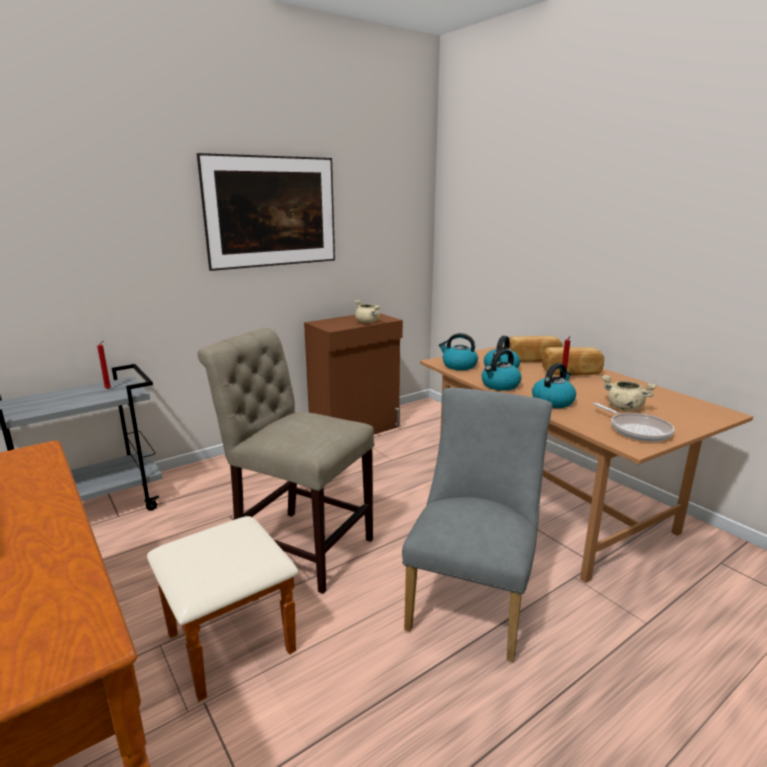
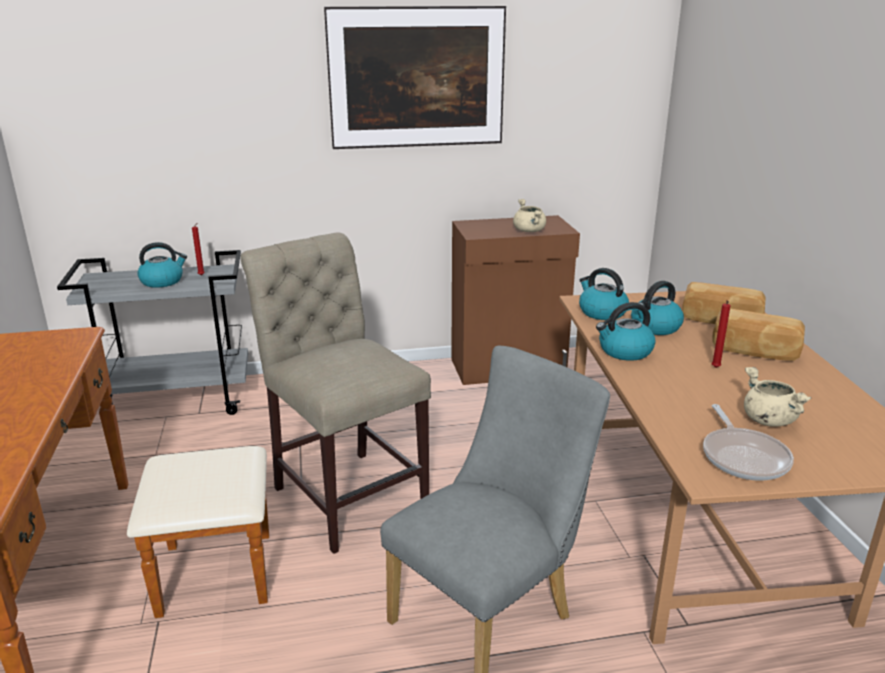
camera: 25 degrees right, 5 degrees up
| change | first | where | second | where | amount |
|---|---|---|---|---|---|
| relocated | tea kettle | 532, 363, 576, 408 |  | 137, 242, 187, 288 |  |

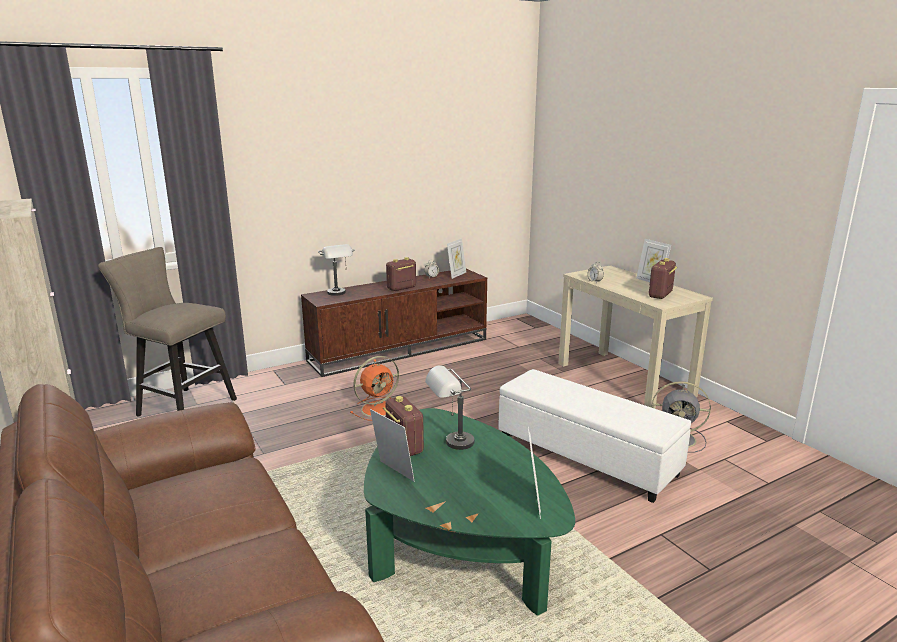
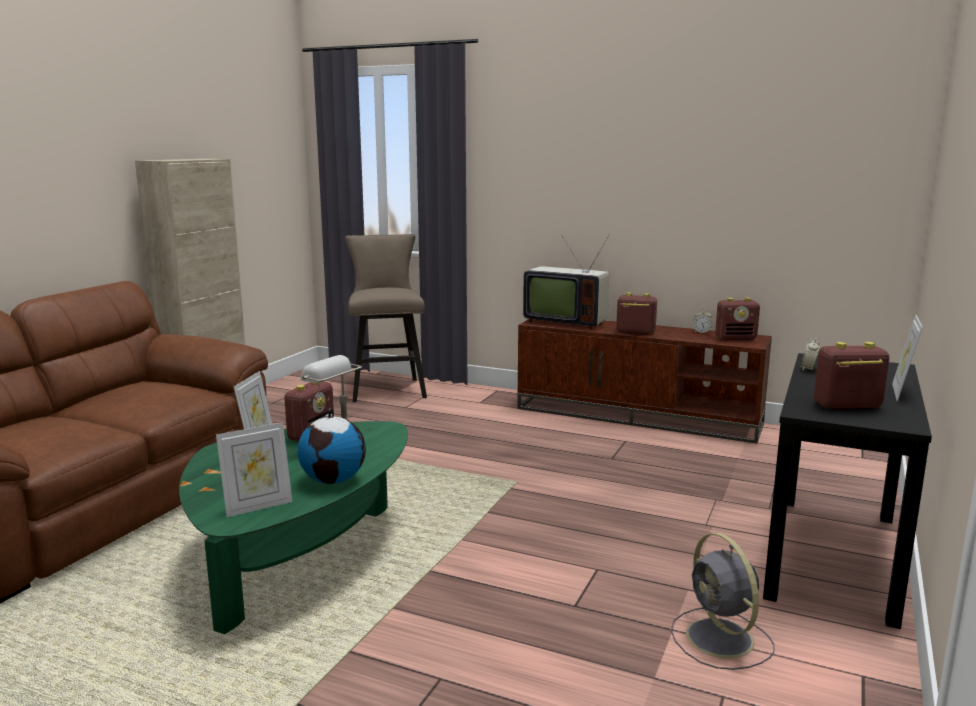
camera: 55 degrees right, 5 degrees down
| change | first | where | second | where | amount |
|---|---|---|---|---|---|
| exchanged | grey table lamp | 318, 244, 354, 296 | TV | 523, 234, 610, 330 |  |
| missing | orange fan | 350, 356, 399, 421 |  |  |  |
| exchanged | picture frame | 447, 238, 466, 279 | radio set | 715, 298, 760, 340 |  |
| missing | white-coloured footrest | 499, 369, 691, 503 |  |  |  |
| colour | beige-coloured hall table | 559, 265, 713, 409 | blackish hall table | 763, 353, 932, 629 |  |
| appeared |  |  | world globe | 297, 408, 366, 484 |  |

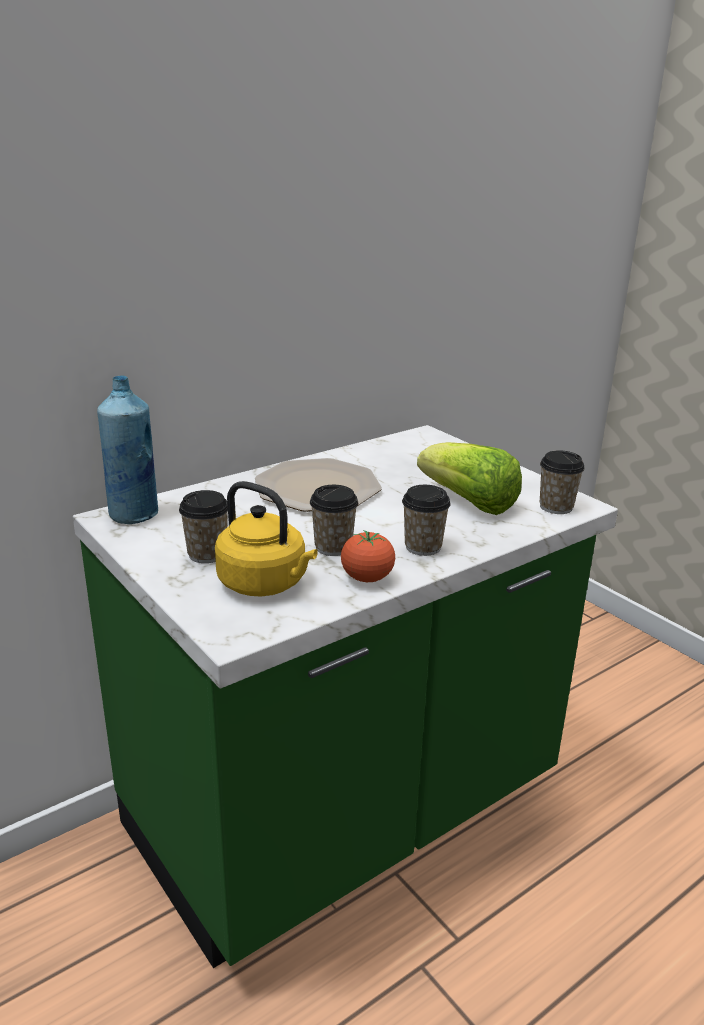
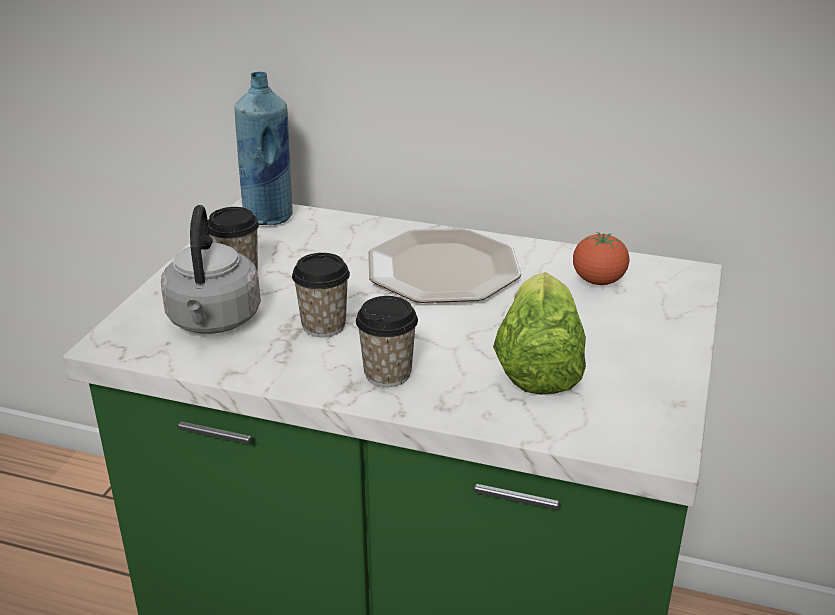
camera: 55 degrees right, 5 degrees up
| change | first | where | second | where | amount |
|---|---|---|---|---|---|
| colour | yellow-coloured tea kettle | 215, 481, 318, 596 | grey tea kettle | 161, 205, 261, 334 |  |
| relocated | whole tomato | 341, 530, 395, 582 |  | 573, 232, 629, 285 |  |
| missing | drinking cup | 540, 450, 585, 514 |  |  |  |

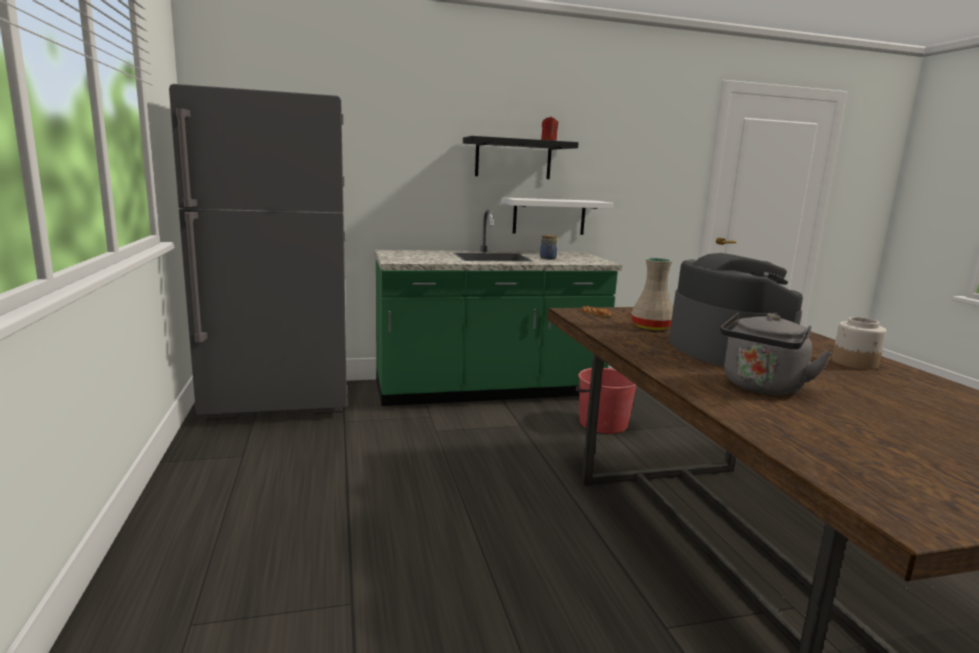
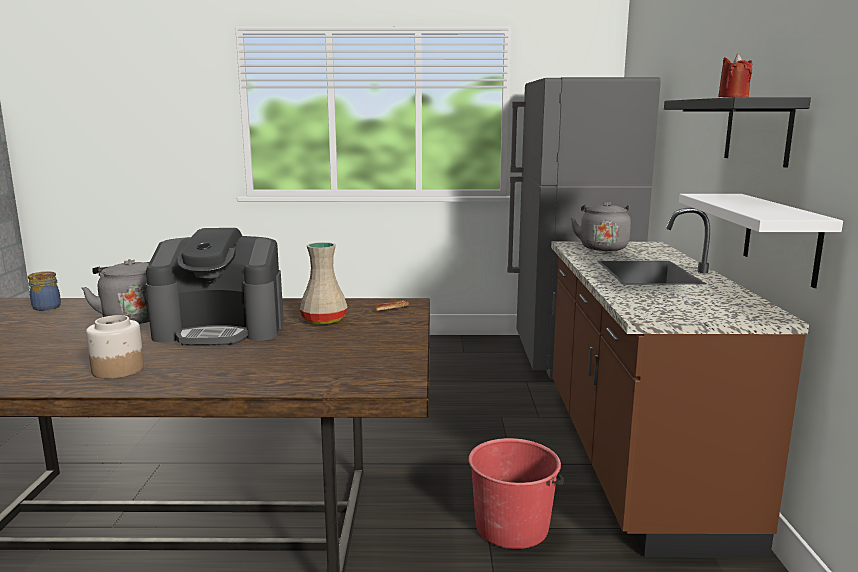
camera: 105 degrees right, 0 degrees up
| change | first | where | second | where | amount |
|---|---|---|---|---|---|
| colour | green-coloured counter | 374, 210, 622, 406 | brown-coloured counter | 551, 208, 809, 558 |  |
| relocated | storage jar | 540, 235, 557, 259 |  | 27, 271, 61, 311 |  |
| appeared |  |  | grey tea kettle | 571, 202, 631, 251 |  |

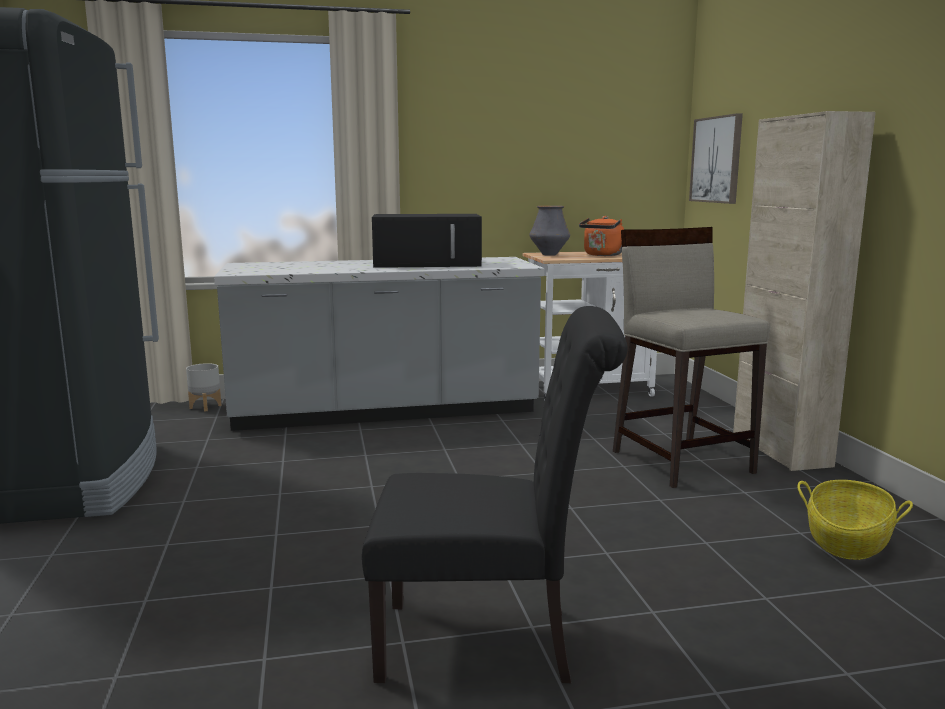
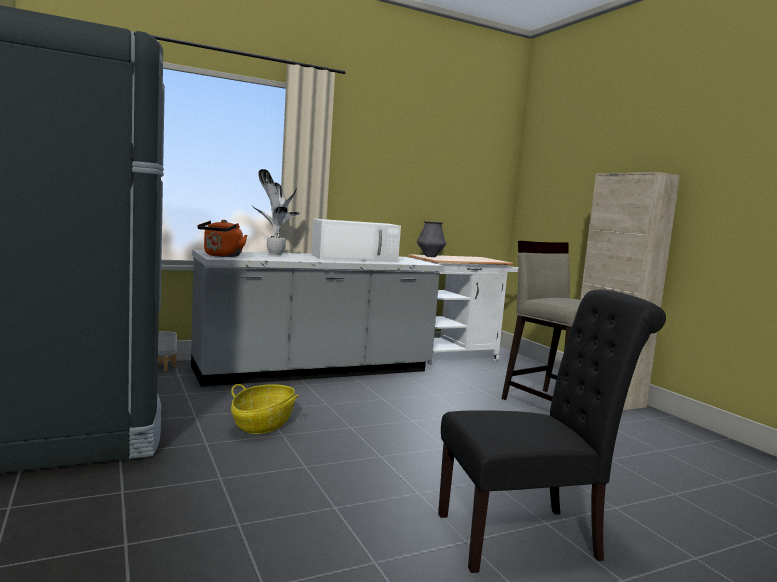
camera: 15 degrees left, 5 degrees down
| change | first | where | second | where | amount |
|---|---|---|---|---|---|
| colour | blackish kitchen microwave | 372, 214, 482, 268 | white-coloured kitchen microwave | 311, 219, 401, 262 |  |
| relocated | orange tea kettle | 579, 216, 624, 256 |  | 197, 220, 247, 257 |  |
| missing | wall art | 689, 113, 743, 204 |  |  |  |
| relocated | basket | 797, 480, 913, 560 |  | 231, 384, 299, 434 |  |
| appeared |  |  | potted plant | 251, 169, 300, 255 |  |

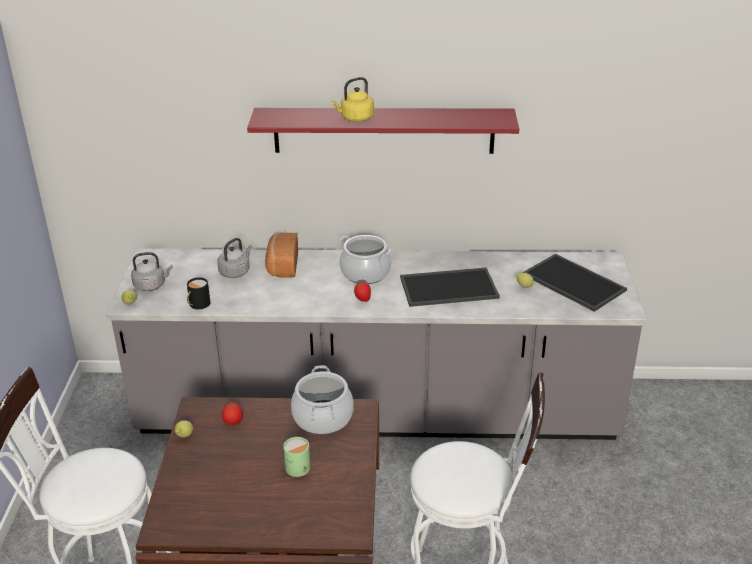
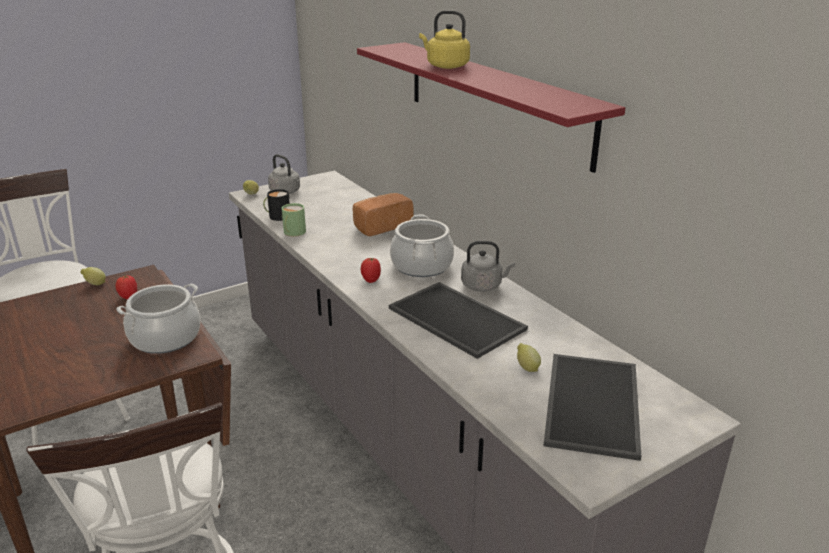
camera: 55 degrees right, 5 degrees down
| change | first | where | second | where | amount |
|---|---|---|---|---|---|
| relocated | grey tea kettle | 217, 238, 252, 278 |  | 461, 241, 515, 292 |  |
| relocated | green-coloured tea mug | 283, 437, 311, 477 |  | 281, 203, 306, 236 |  |

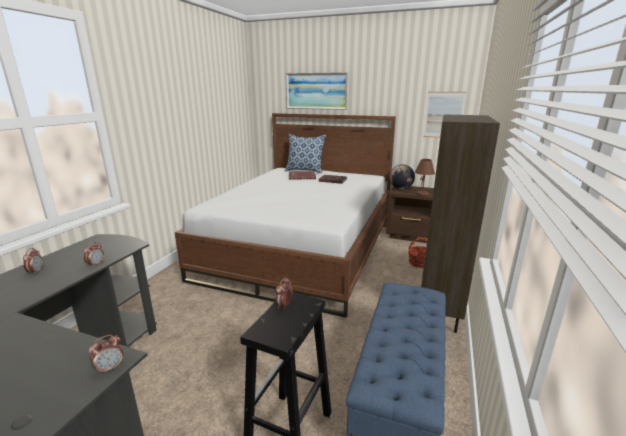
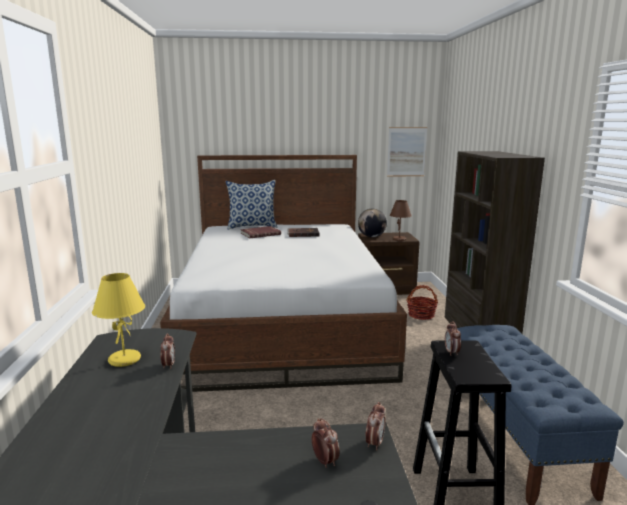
camera: 25 degrees left, 5 degrees down
| change | first | where | second | where | amount |
|---|---|---|---|---|---|
| relocated | table clock | 23, 248, 43, 275 |  | 312, 418, 340, 468 |  |
| missing | wall art | 286, 72, 348, 110 |  |  |  |
| appeared |  |  | yellow-coloured table lamp | 92, 273, 145, 367 |  |

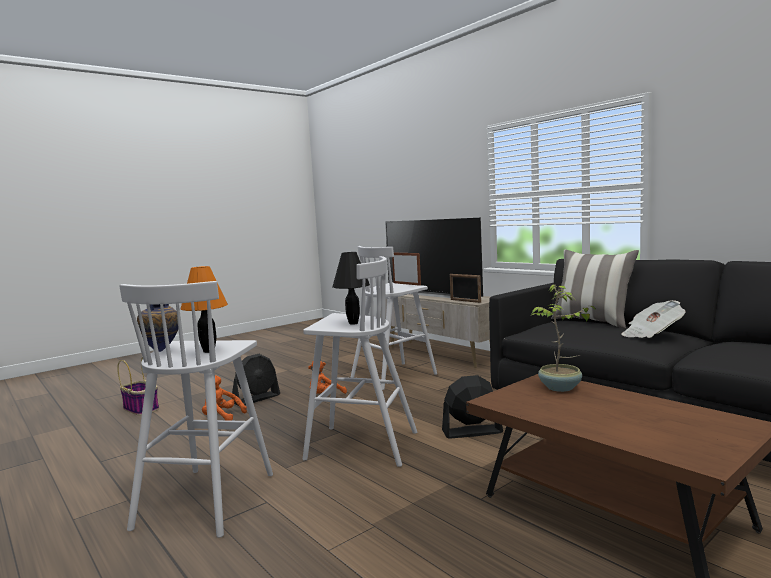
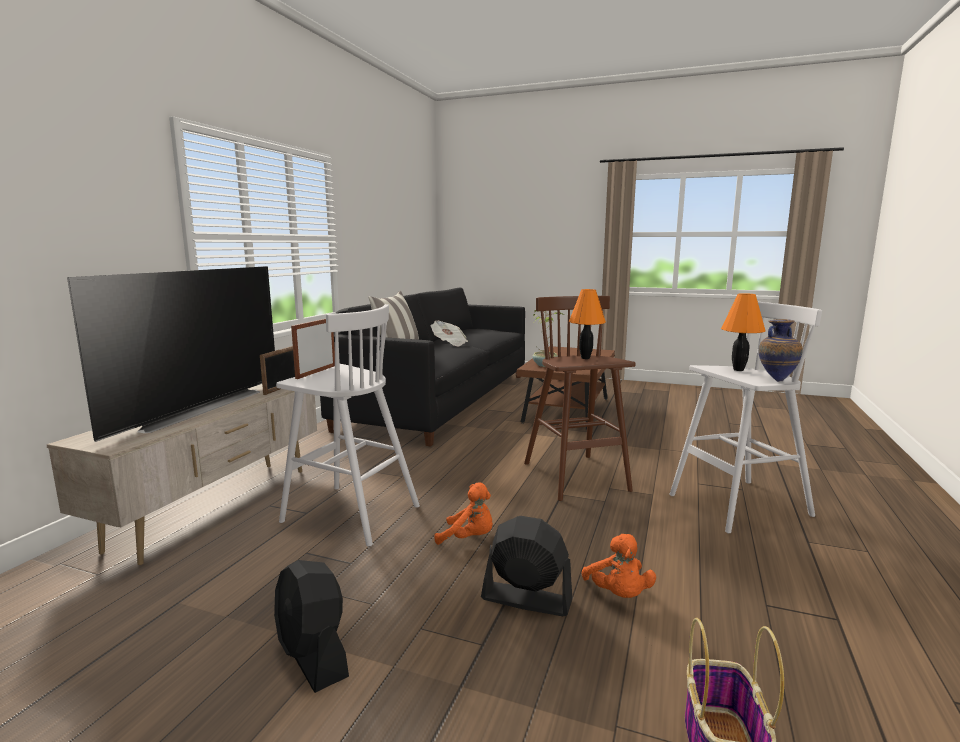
camera: 120 degrees left, 5 degrees up
| change | first | where | second | where | amount |
|---|---|---|---|---|---|
| colour | white-coloured sitting stool | 303, 256, 417, 467 | brown-coloured sitting stool | 524, 296, 636, 501 |  |
| colour | blackish table lamp | 332, 252, 370, 325 | orange table lamp | 569, 289, 606, 359 |  |
| relocated | blackish fan | 442, 375, 503, 439 |  | 274, 560, 349, 693 |  |

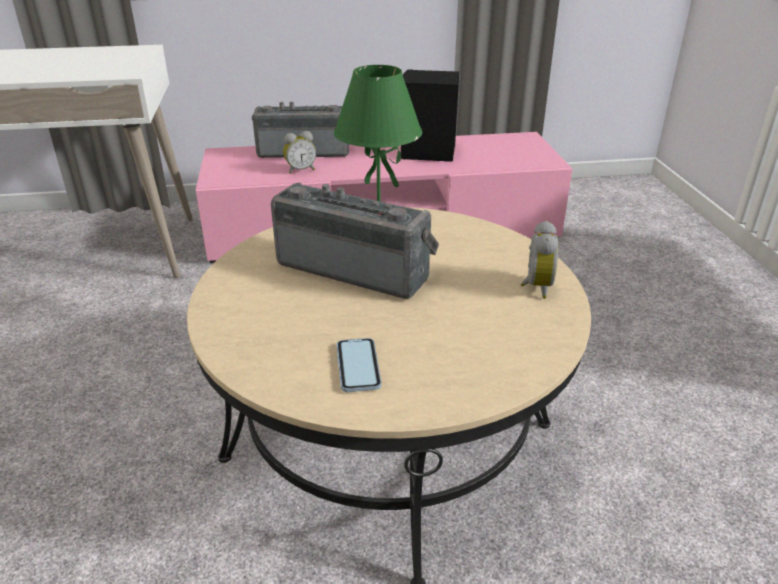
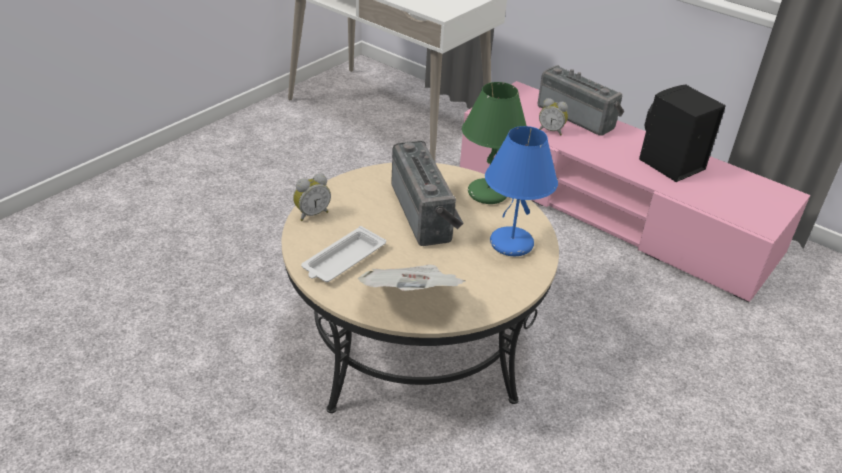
camera: 45 degrees right, 5 degrees up
| change | first | where | second | where | amount |
|---|---|---|---|---|---|
| exchanged | phone | 337, 338, 382, 392 | white-coloured tray | 301, 226, 386, 282 |  |
| relocated | table clock | 521, 220, 558, 299 |  | 293, 173, 331, 221 |  |
| appeared |  |  | newspaper | 358, 264, 465, 291 |  |
| appeared |  |  | blue-coloured table lamp | 485, 126, 558, 256 |  |

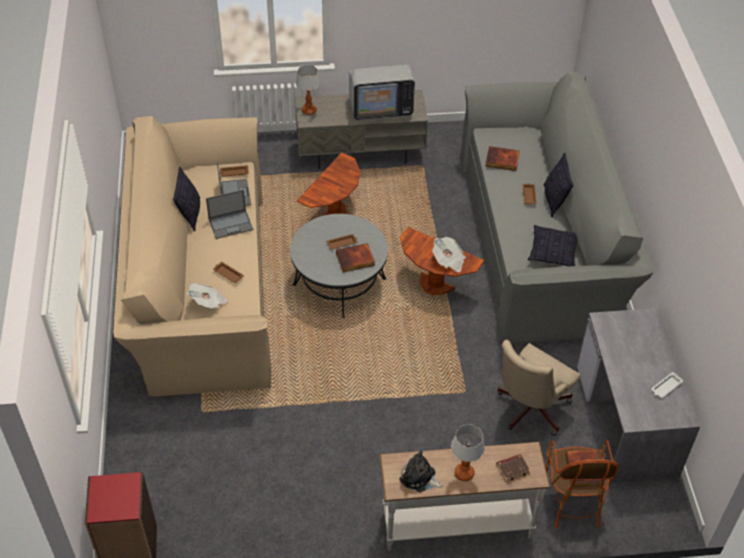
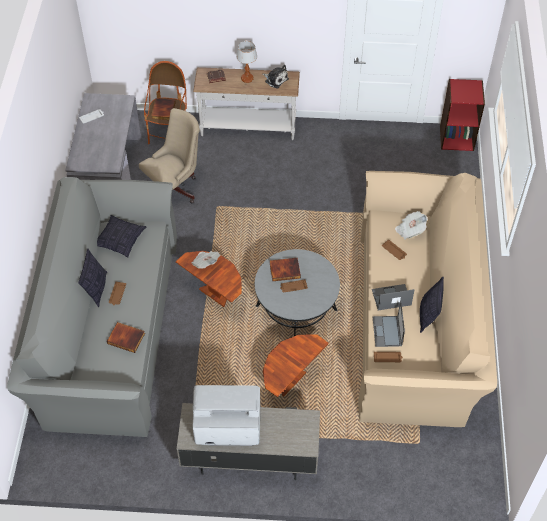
camera: 170 degrees left, 5 degrees up
| change | first | where | second | where | amount |
|---|---|---|---|---|---|
| missing | table lamp | 296, 65, 320, 115 |  |  |  |

